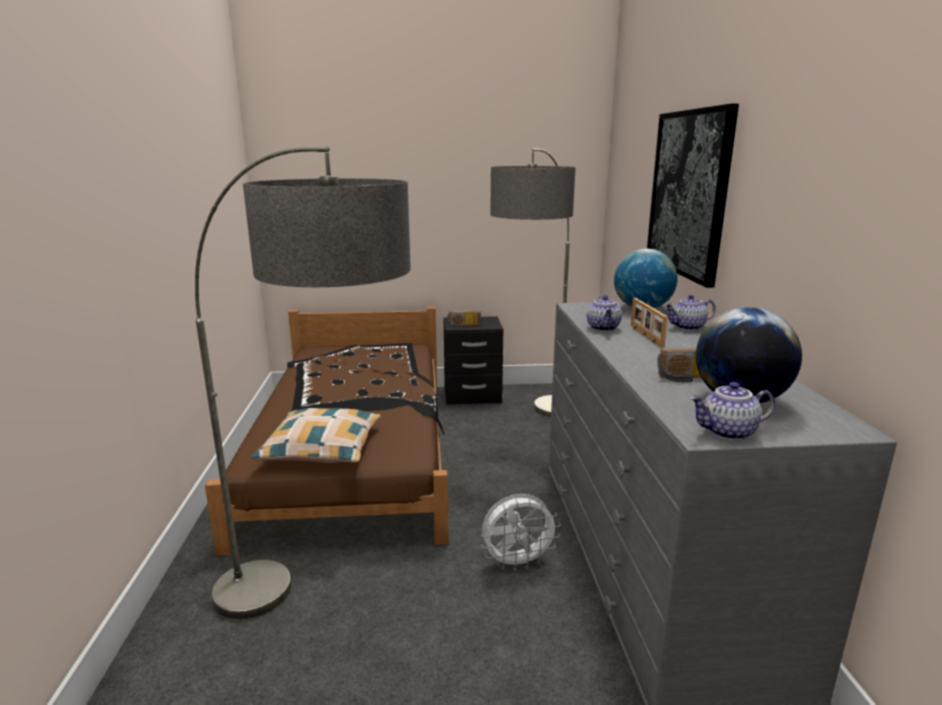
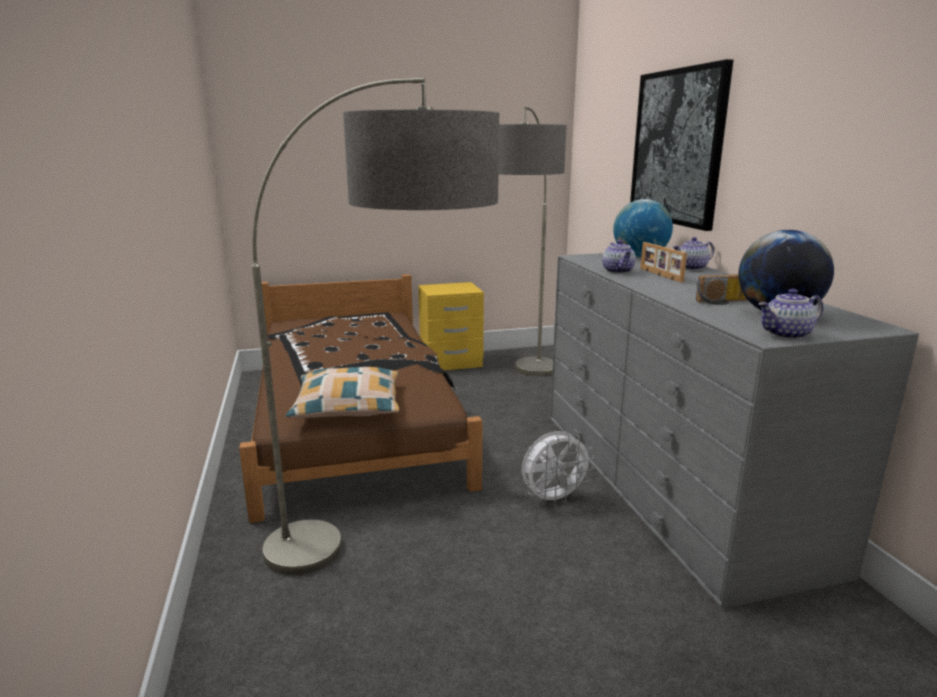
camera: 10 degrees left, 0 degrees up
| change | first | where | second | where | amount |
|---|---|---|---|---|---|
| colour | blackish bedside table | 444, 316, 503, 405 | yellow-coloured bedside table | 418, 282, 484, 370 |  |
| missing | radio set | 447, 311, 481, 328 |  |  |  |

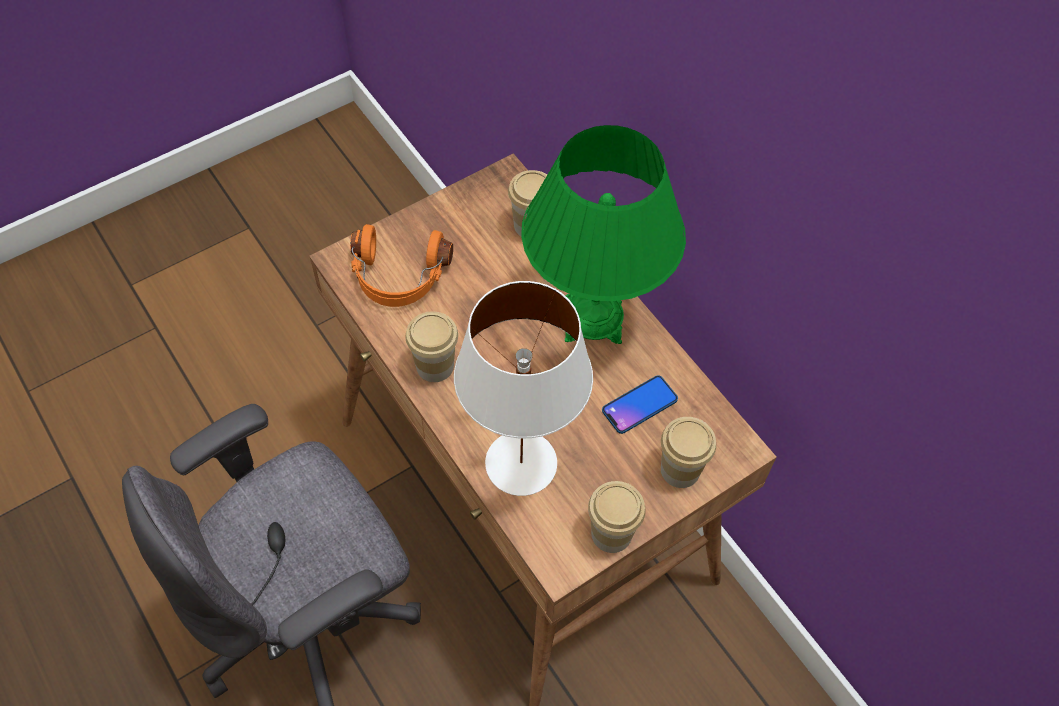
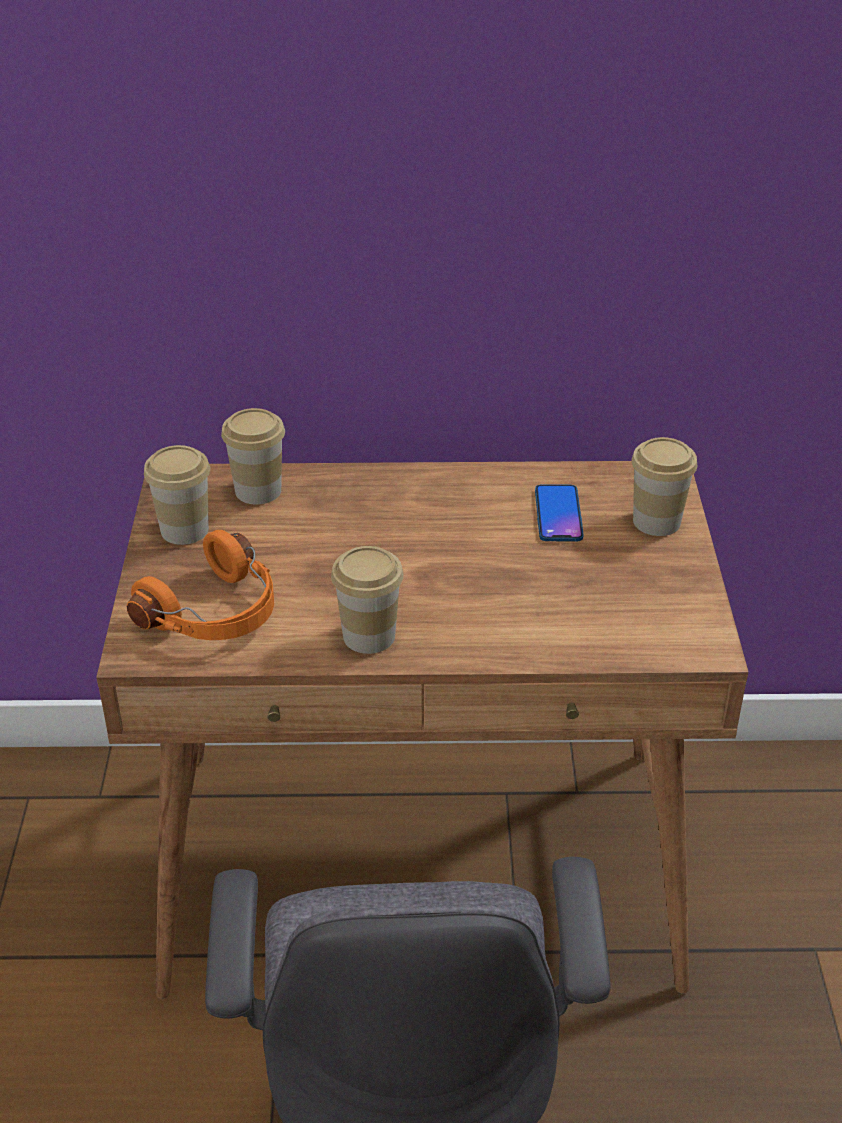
camera: 55 degrees left, 20 degrees down
| change | first | where | second | where | amount |
|---|---|---|---|---|---|
| missing | white-coloured table lamp | 454, 281, 593, 496 |  |  |  |
| missing | green-coloured table lamp | 521, 125, 686, 344 |  |  |  |
| relocated | drinking cup | 588, 481, 645, 553 |  | 144, 445, 210, 545 |  |

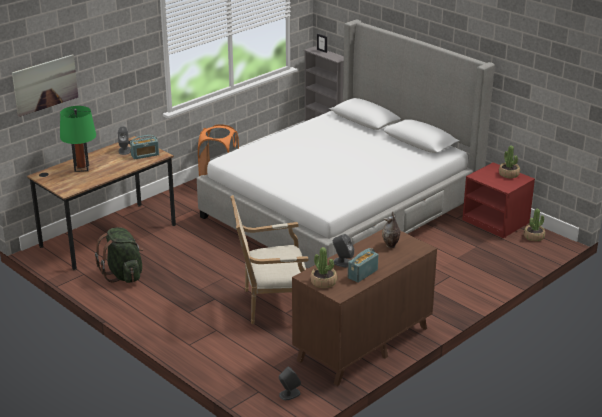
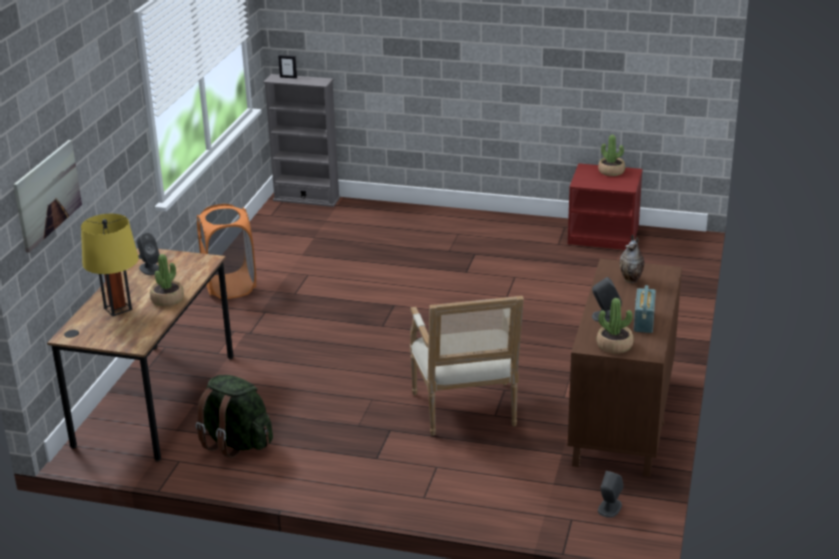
camera: 30 degrees left, 0 degrees up
| change | first | where | second | where | amount |
|---|---|---|---|---|---|
| colour | green-coloured table lamp | 60, 106, 96, 172 | yellow-coloured table lamp | 81, 214, 139, 316 |  |
| missing | radio set | 130, 135, 159, 160 |  |  |  |
| missing | bed | 197, 19, 495, 268 |  |  |  |
| spun | armchair | 230, 195, 309, 325 |  | 410, 296, 524, 436 | 60 degrees counterclockwise |
| relocated | potted plant | 524, 209, 545, 241 |  | 150, 254, 184, 306 |  |

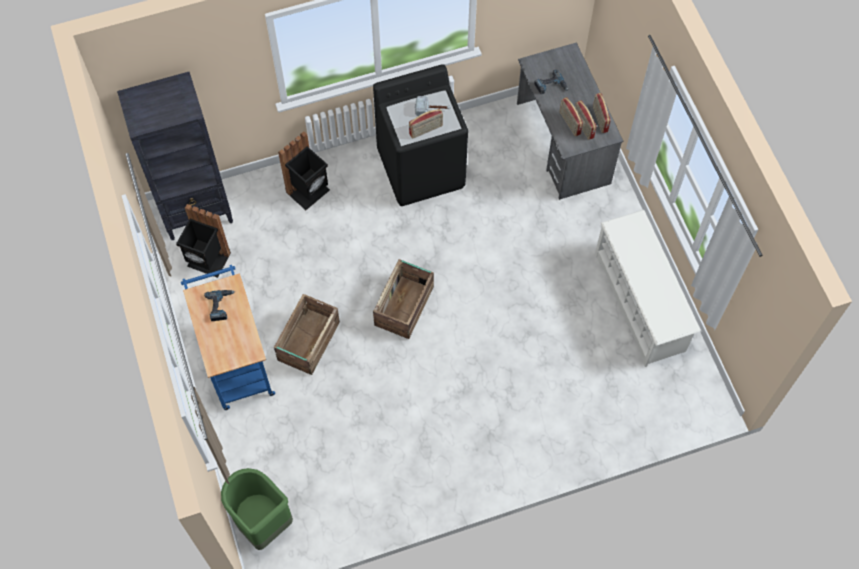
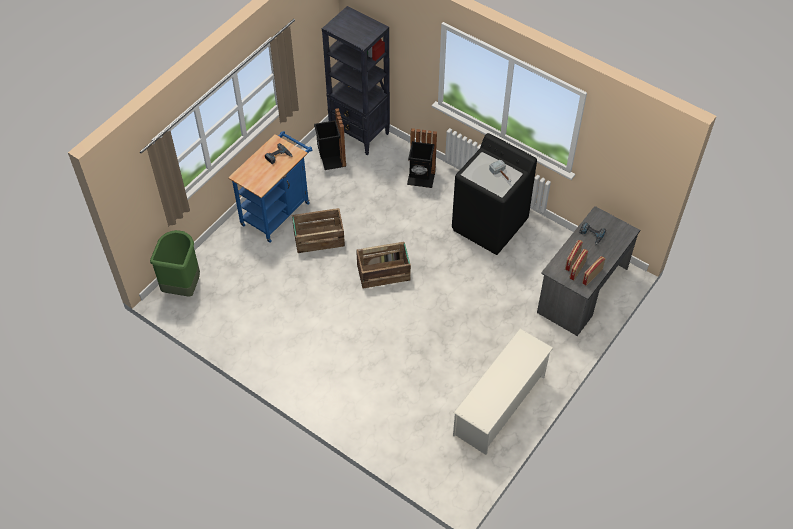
camera: 55 degrees right, 10 degrees down
| change | first | where | second | where | amount |
|---|---|---|---|---|---|
| missing | radio set | 409, 109, 443, 138 |  |  |  |

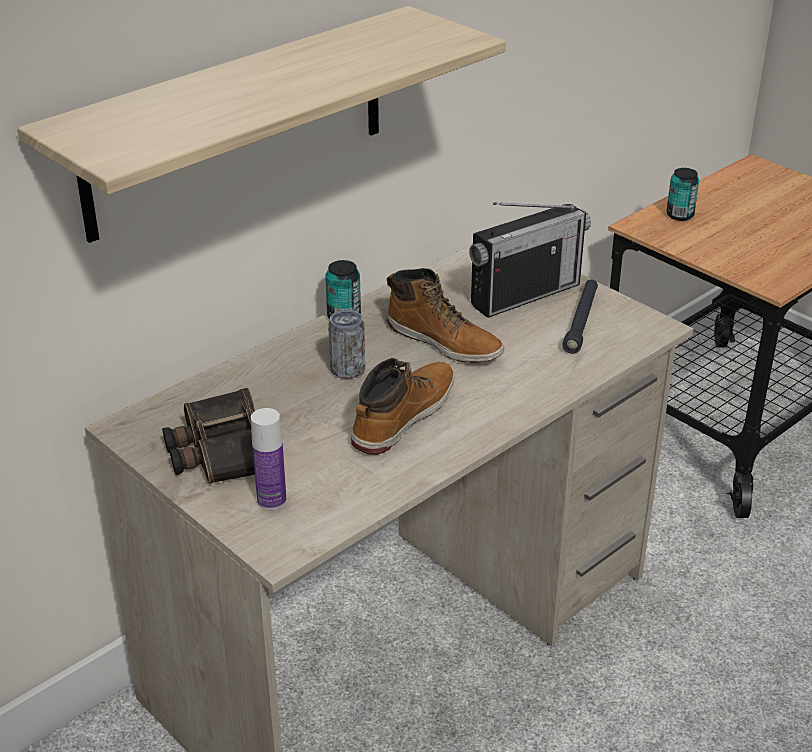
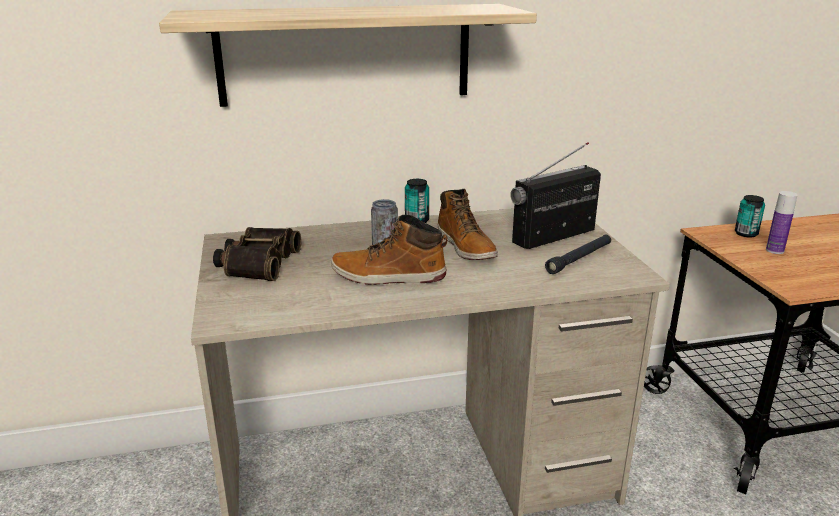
camera: 30 degrees right, 10 degrees down
| change | first | where | second | where | amount |
|---|---|---|---|---|---|
| relocated | beverage bottle | 251, 408, 286, 511 |  | 766, 191, 797, 254 |  |
| spun | tall boot | 351, 358, 455, 455 |  | 331, 215, 447, 285 | 150 degrees counterclockwise |
| spun | radio set | 469, 202, 591, 318 |  | 510, 142, 601, 249 | 150 degrees clockwise |

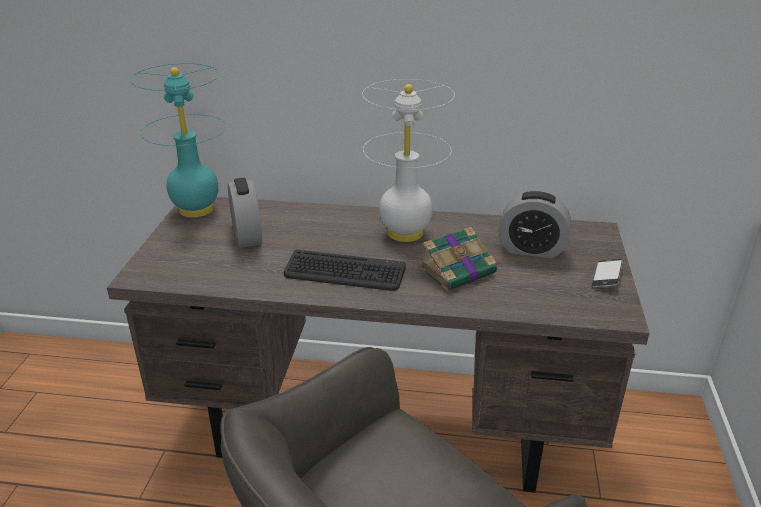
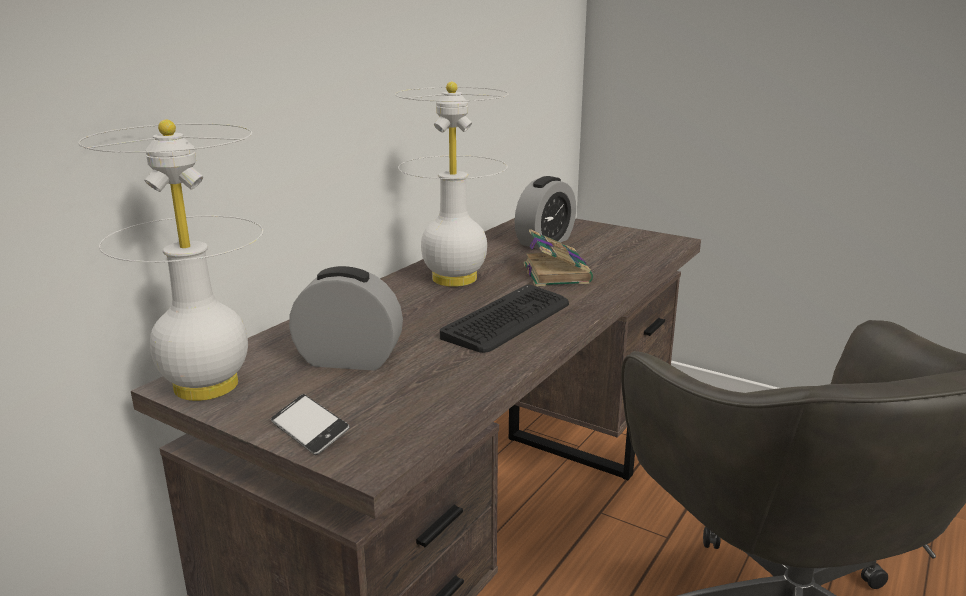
camera: 65 degrees left, 10 degrees down
| change | first | where | second | where | amount |
|---|---|---|---|---|---|
| colour | blue-green table lamp | 130, 63, 226, 218 | white-coloured table lamp | 78, 120, 263, 401 |  |
| relocated | phone | 591, 259, 623, 288 |  | 271, 394, 350, 455 |  |

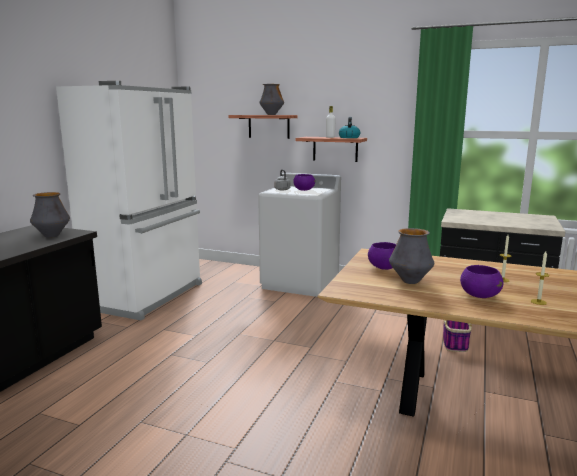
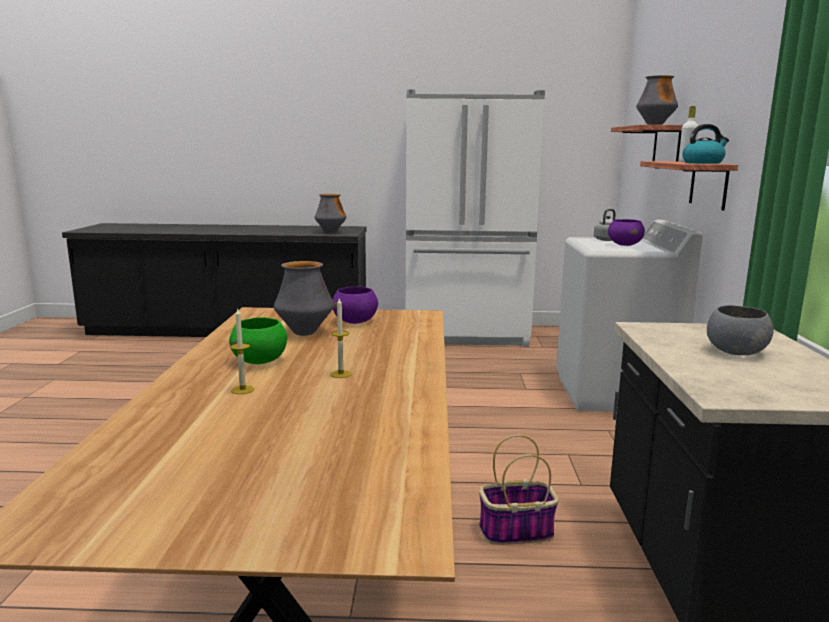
camera: 70 degrees right, 0 degrees up
| change | first | where | second | where | amount |
|---|---|---|---|---|---|
| colour | purple-coloured deep dish | 460, 265, 504, 298 | green-coloured deep dish | 229, 317, 287, 364 |  |
| appeared |  |  | grey deep dish | 707, 305, 773, 355 |  |

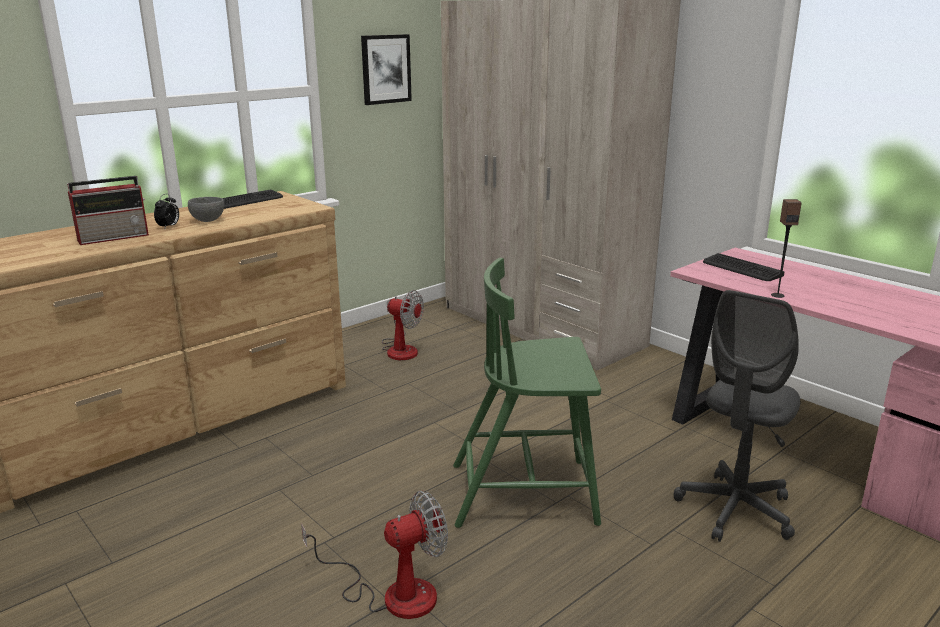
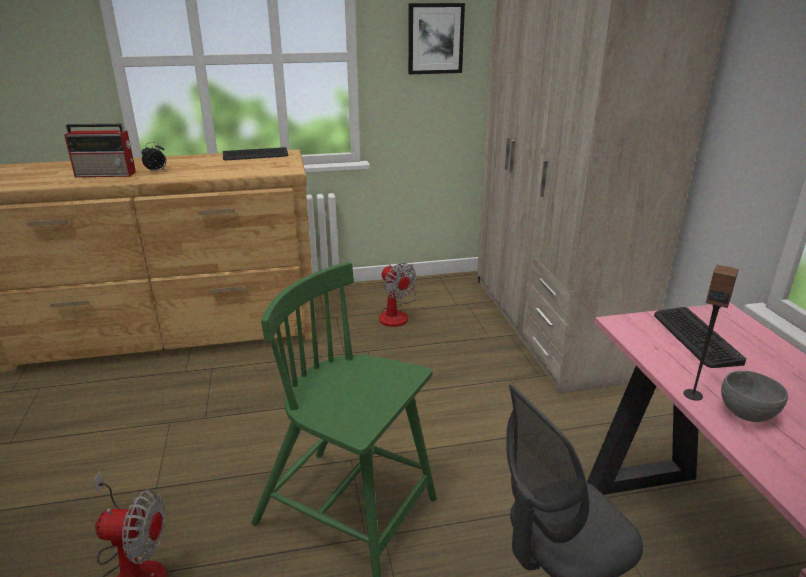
camera: 30 degrees right, 5 degrees up
| change | first | where | second | where | amount |
|---|---|---|---|---|---|
| relocated | grey deep dish | 188, 197, 224, 222 |  | 721, 371, 788, 422 |  |

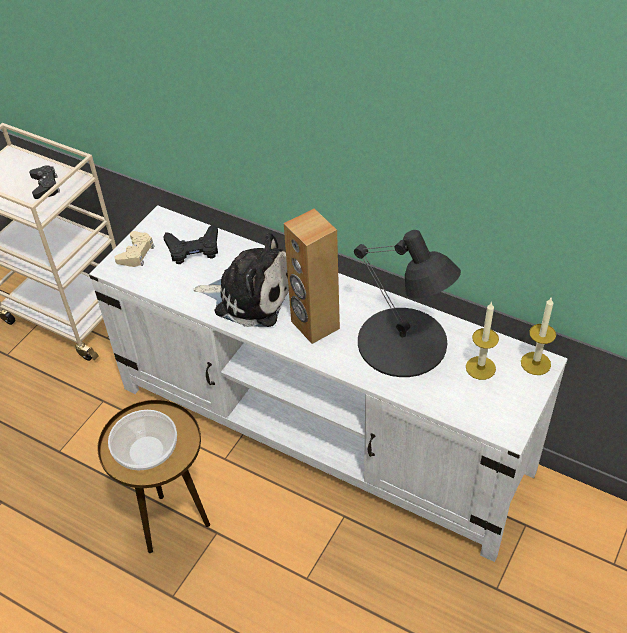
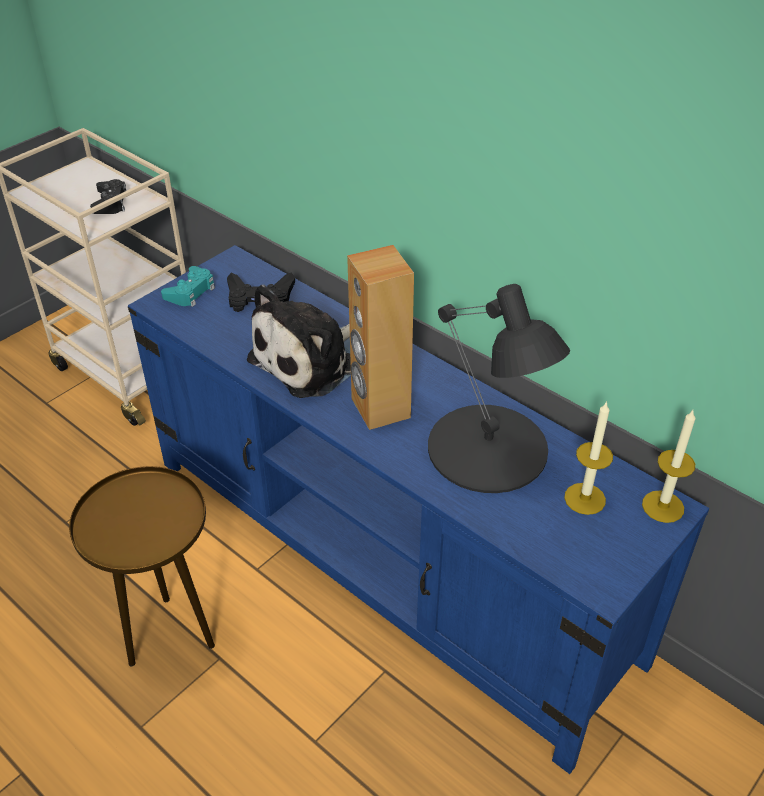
camera: 10 degrees right, 5 degrees down
| change | first | where | second | where | amount |
|---|---|---|---|---|---|
| colour | white-coloured media console | 89, 205, 567, 562 | blue-coloured media console | 128, 245, 709, 774 |  |
| missing | deep dish | 108, 410, 177, 470 |  |  |  |
| colour | beige-coloured joypad | 114, 231, 155, 267 | blue-green joypad | 161, 266, 215, 307 |  |
| spun | soft toy | 193, 233, 289, 327 |  | 247, 284, 351, 398 | 105 degrees clockwise |

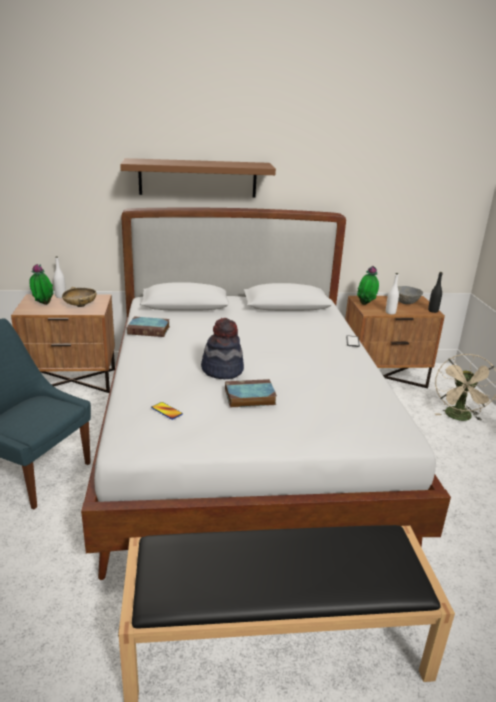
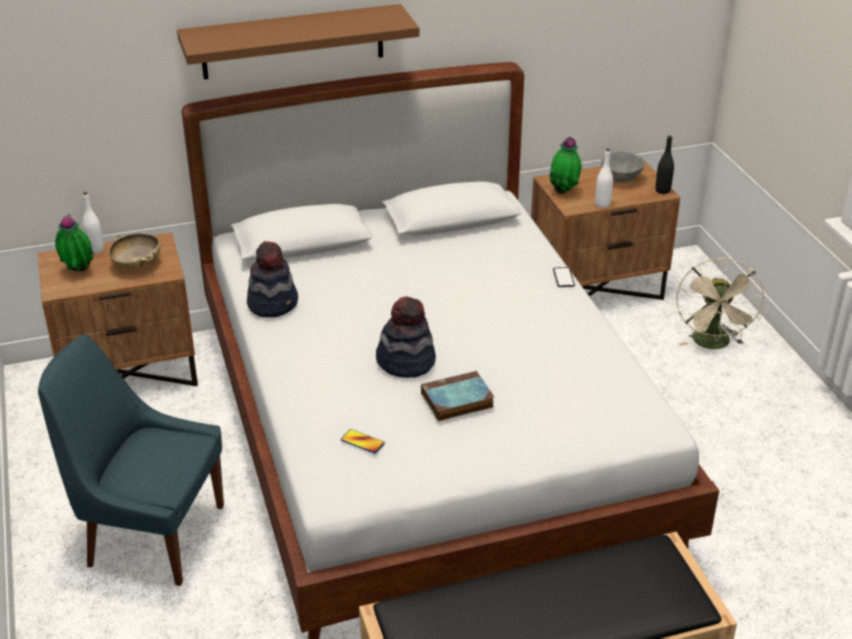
camera: 10 degrees left, 10 degrees up
| change | first | where | second | where | amount |
|---|---|---|---|---|---|
| exchanged | book | 127, 317, 170, 337 | hat | 247, 241, 298, 317 |  |

